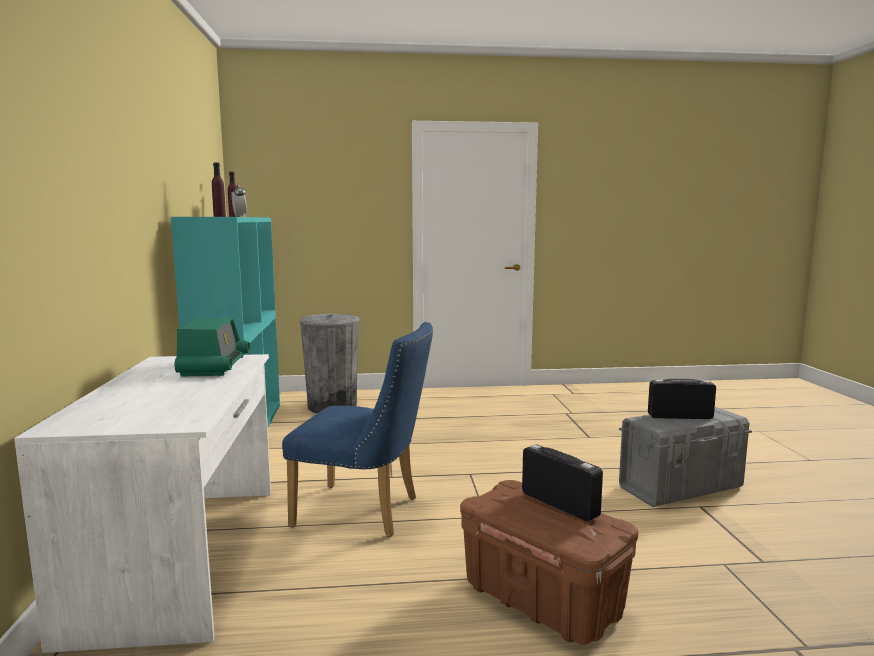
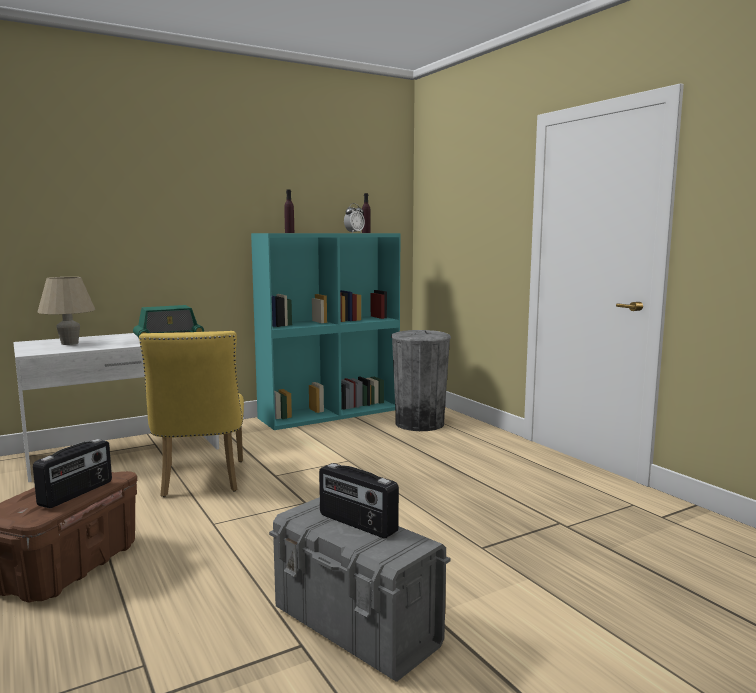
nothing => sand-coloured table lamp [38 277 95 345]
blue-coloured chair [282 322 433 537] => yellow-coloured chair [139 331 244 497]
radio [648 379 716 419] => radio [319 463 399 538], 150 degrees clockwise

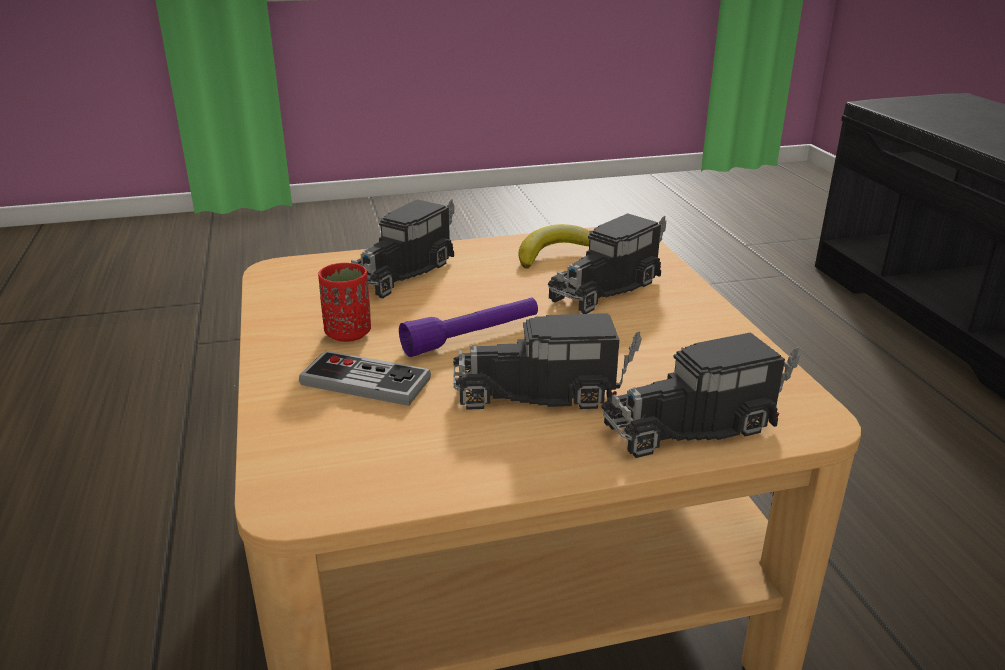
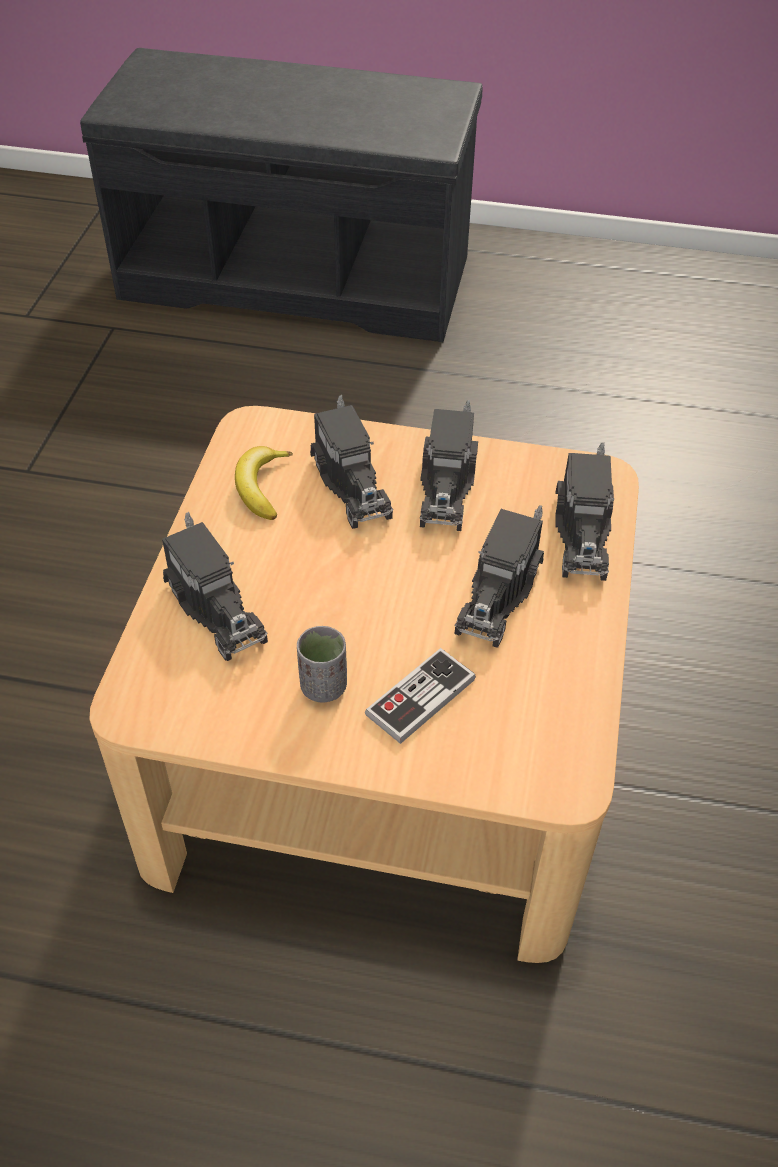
purple-coloured torch [399 298 538 357] => nothing
nothing => toy truck [419 400 478 531]
reddish cup [318 263 371 342] => grey cup [297 626 347 703]

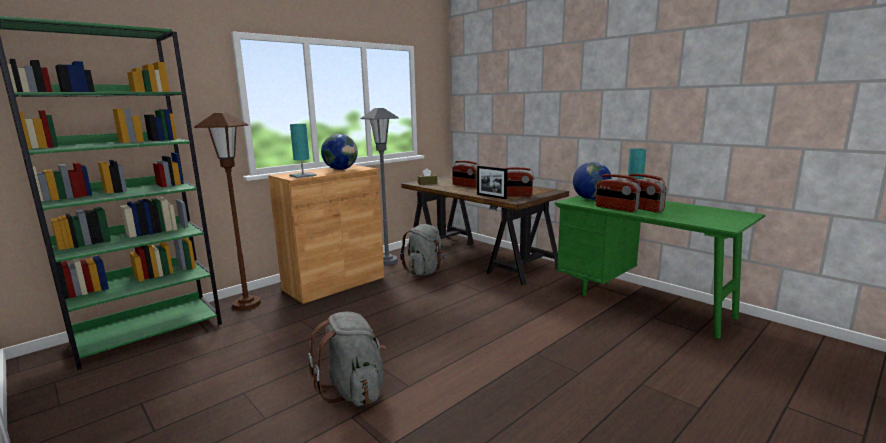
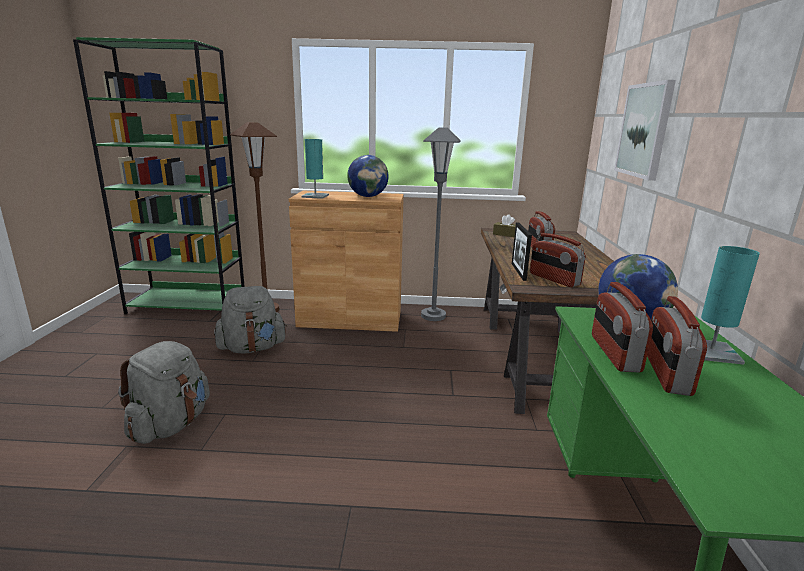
nothing => wall picture [614 80 676 181]
grey knapsack [400 224 444 275] => grey knapsack [214 286 287 353], relocated

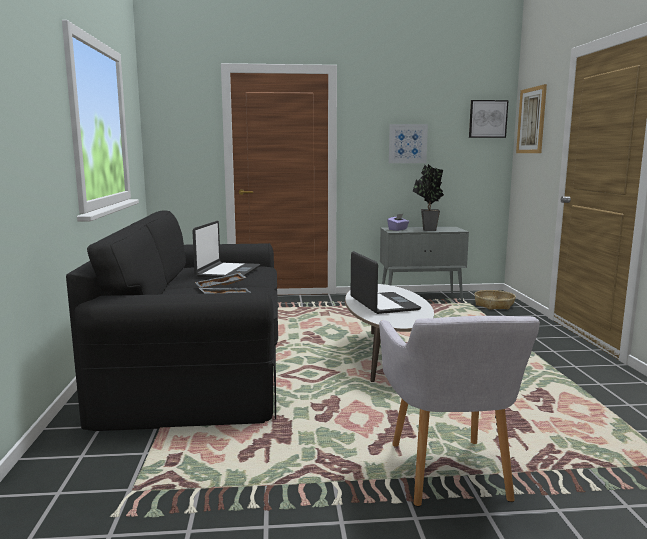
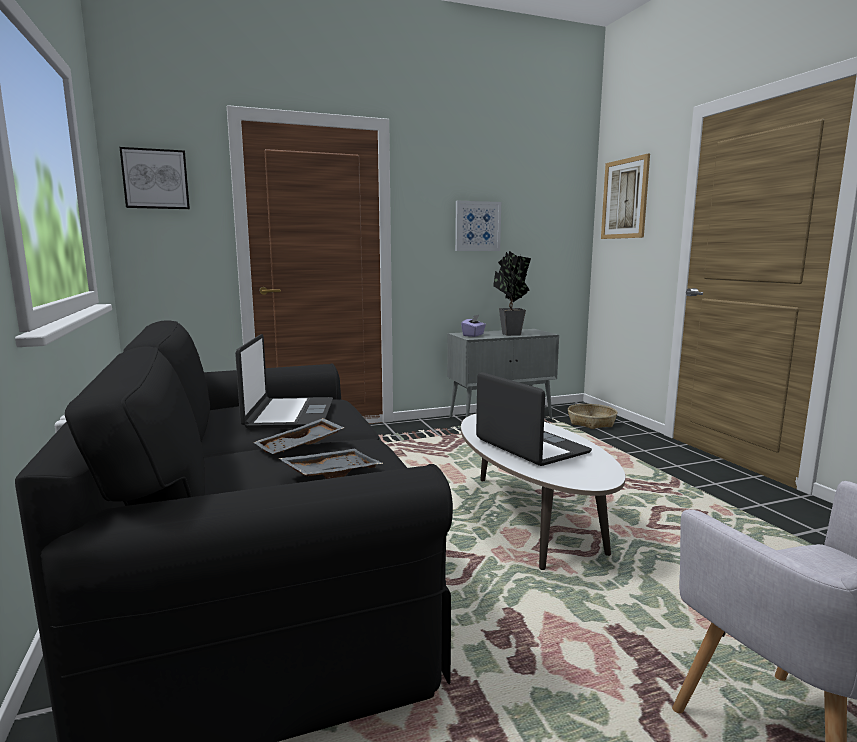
wall picture [469 100 509 138] => wall picture [119 147 190 209], relocated

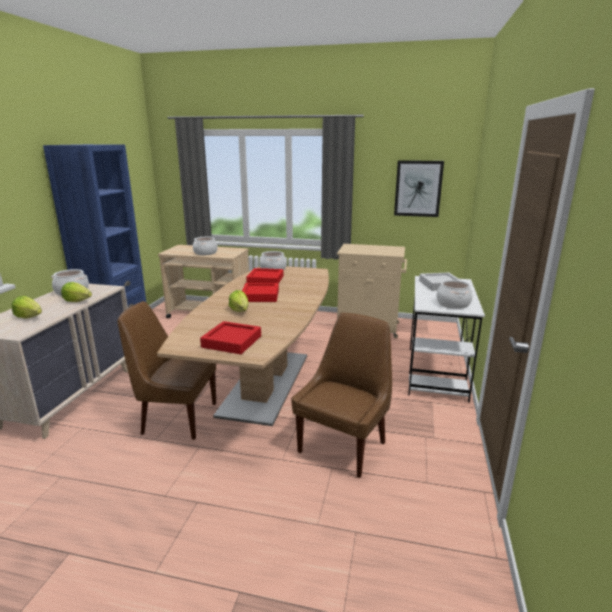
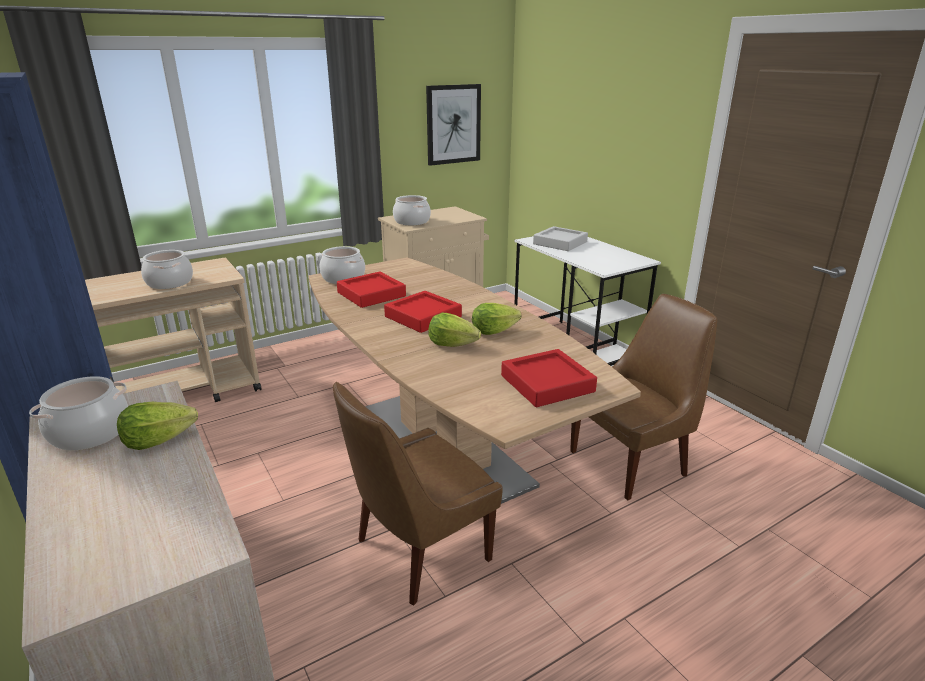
lettuce head [11 296 42 319] => lettuce head [472 303 522 335], relocated
saucepot [436 280 473 309] => saucepot [393 195 431 225], relocated
brown-coloured chair [291 313 392 478] => brown-coloured chair [570 294 717 501], 75 degrees clockwise

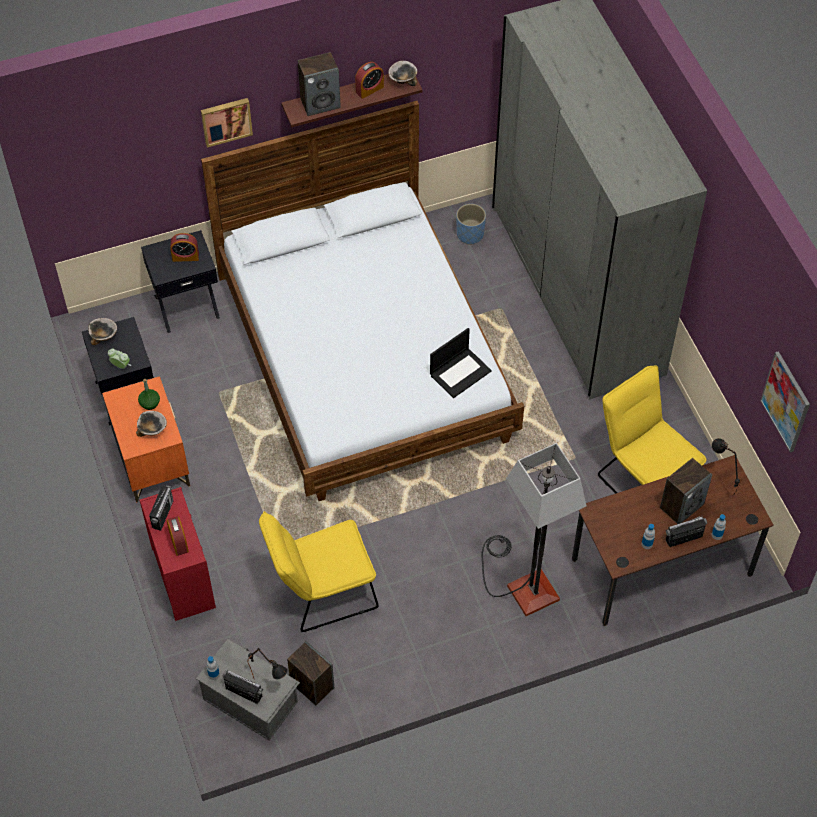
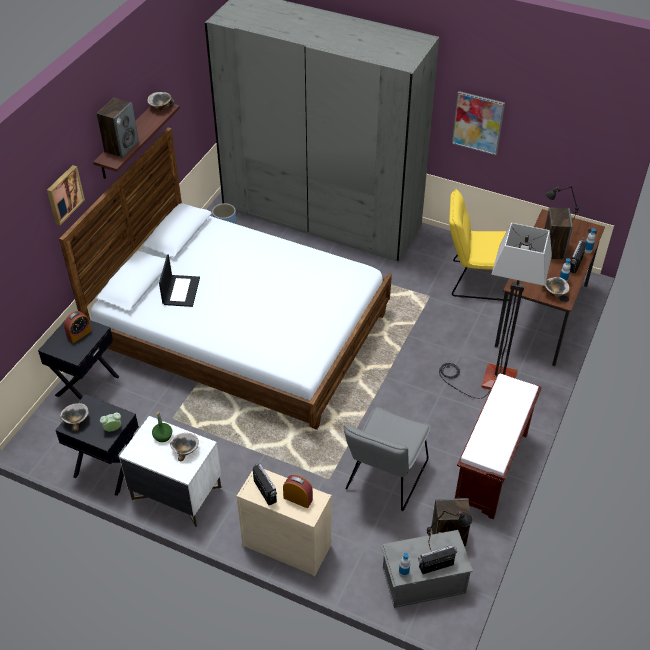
bedside clock [355 62 384 99] => nothing
nothing => brown-coloured long seat [454 374 541 519]
nothing => deep dish [542 277 569 297]
notebook computer [430 328 492 398] => notebook computer [159 254 200 307], relocated
wall picture [760 351 810 452] => wall picture [452 91 505 155], relocated
orange-coloured night table [102 376 190 503] => whitish night table [119 416 221 527]
reddish dresser [140 487 216 621] => sand-coloured dresser [237 469 332 577]
yellow-coloured chair [259 511 379 632] => grey chair [344 406 431 511]

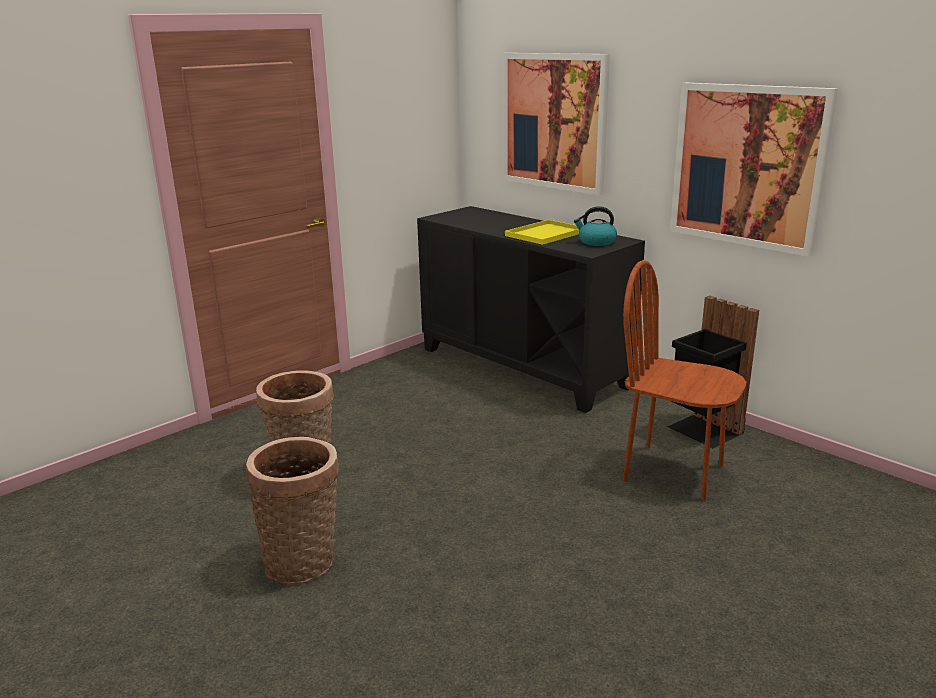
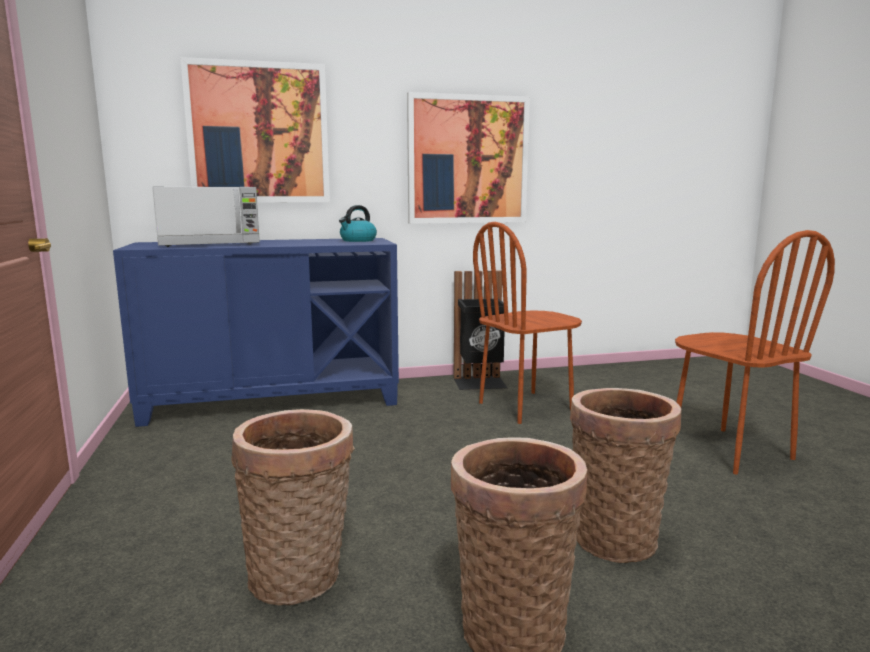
yellow-coloured carrying tray [505 220 579 245] => nothing
nothing => microwave [152 187 260 247]
nothing => household basket [570 388 681 563]
nothing => brown-coloured chair [675 230 835 474]
black storage cabinet [417 206 645 413] => blue-coloured storage cabinet [113 238 399 427]

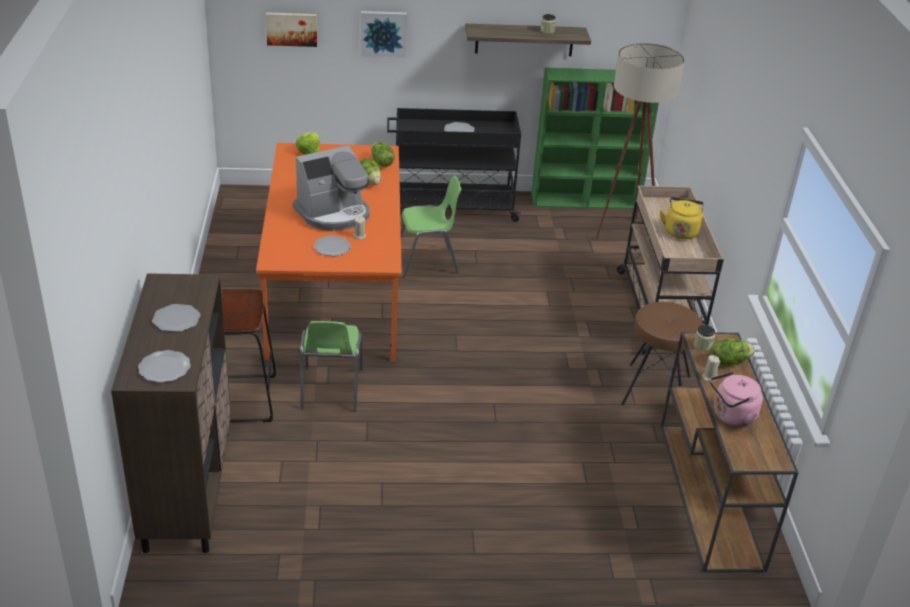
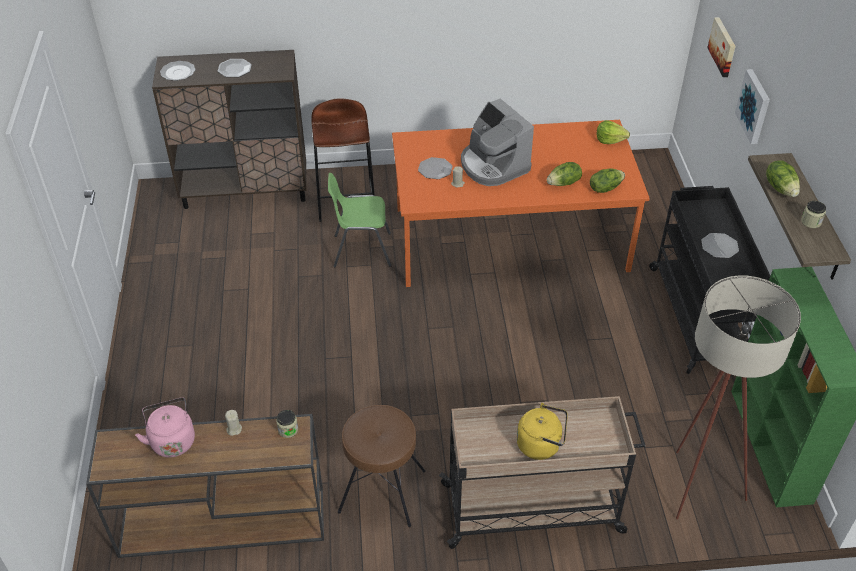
greenish chair [401 176 461 278] => nothing
lettuce head [710 338 755 366] => lettuce head [766 160 800 197], relocated

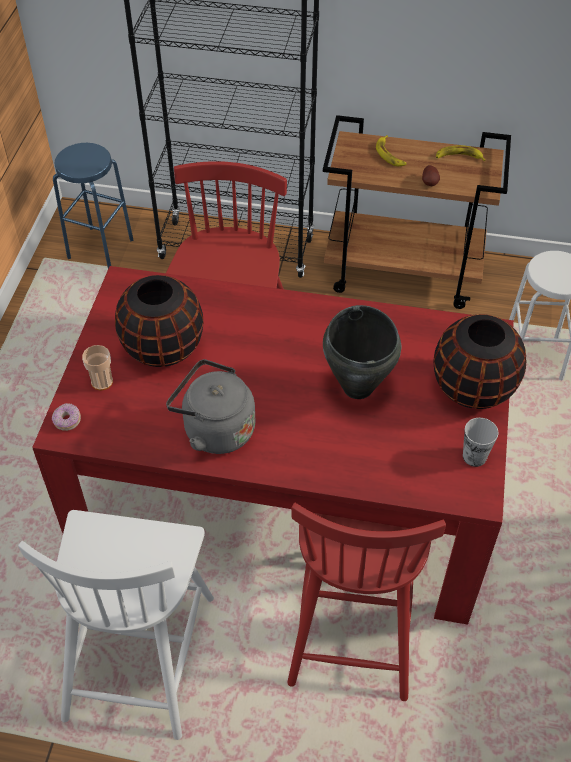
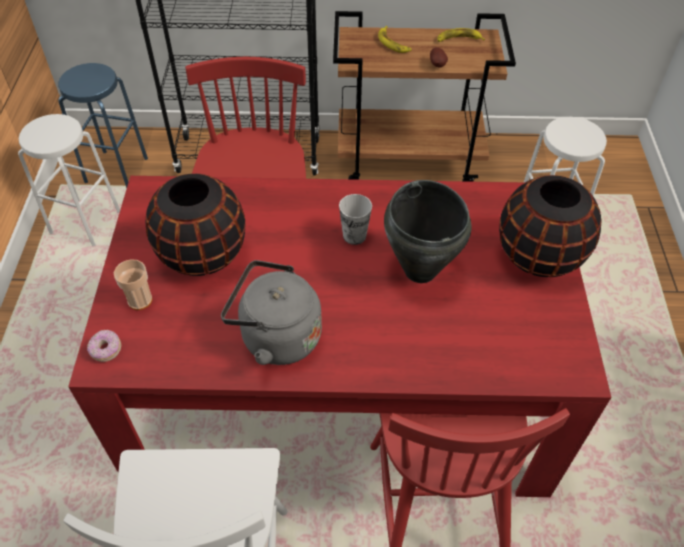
nothing => whitish stool seat [18 114 120 247]
cup [463 418 498 467] => cup [339 194 372 245], relocated

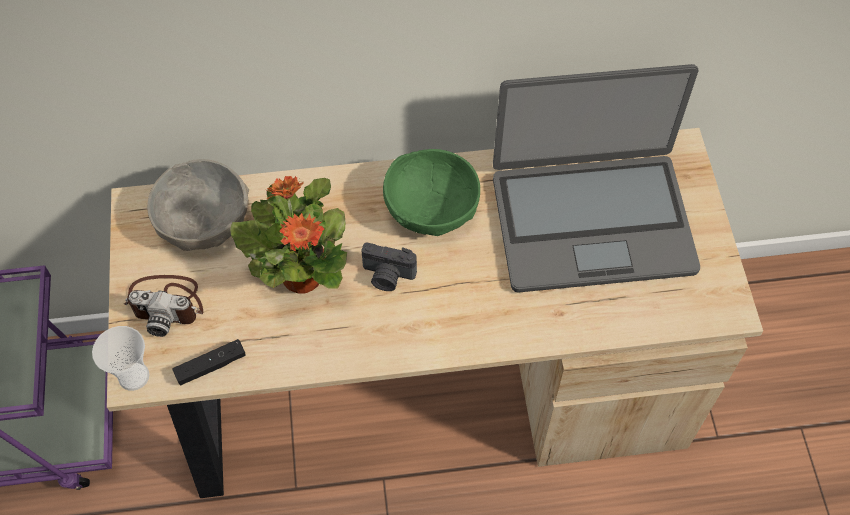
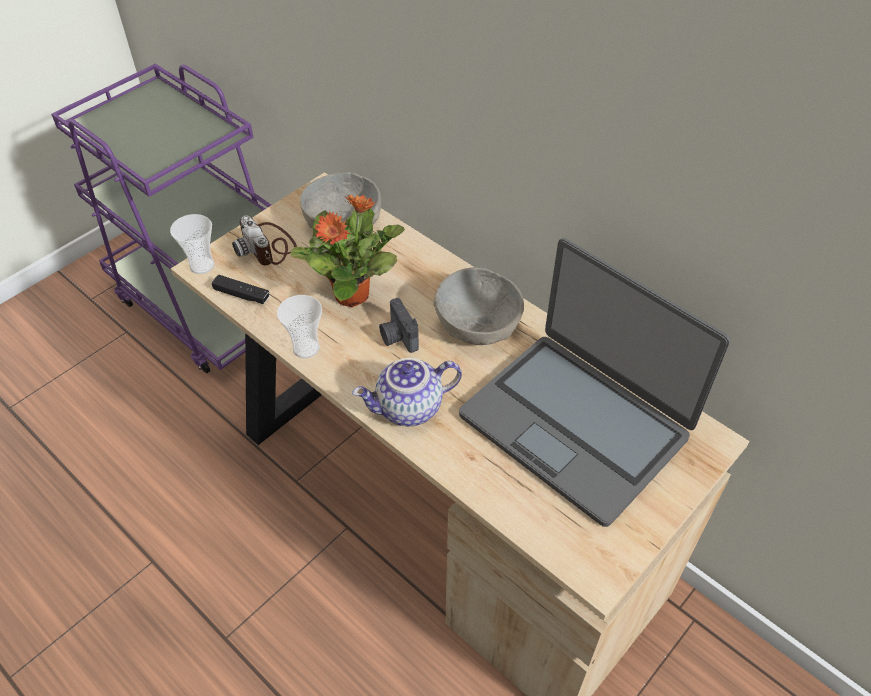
nothing => cup [277 295 322 359]
nothing => pot for tea [352 358 462 426]
greenish deep dish [383 149 480 236] => grey deep dish [433 267 524 345]

